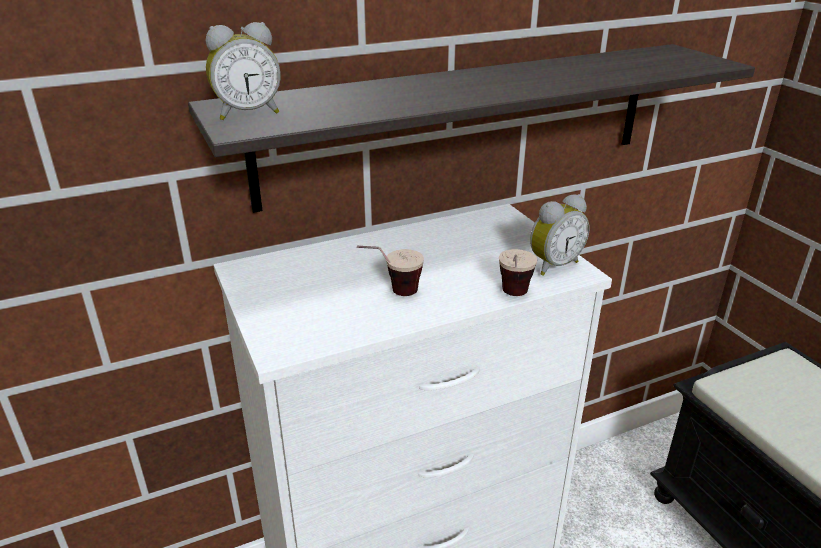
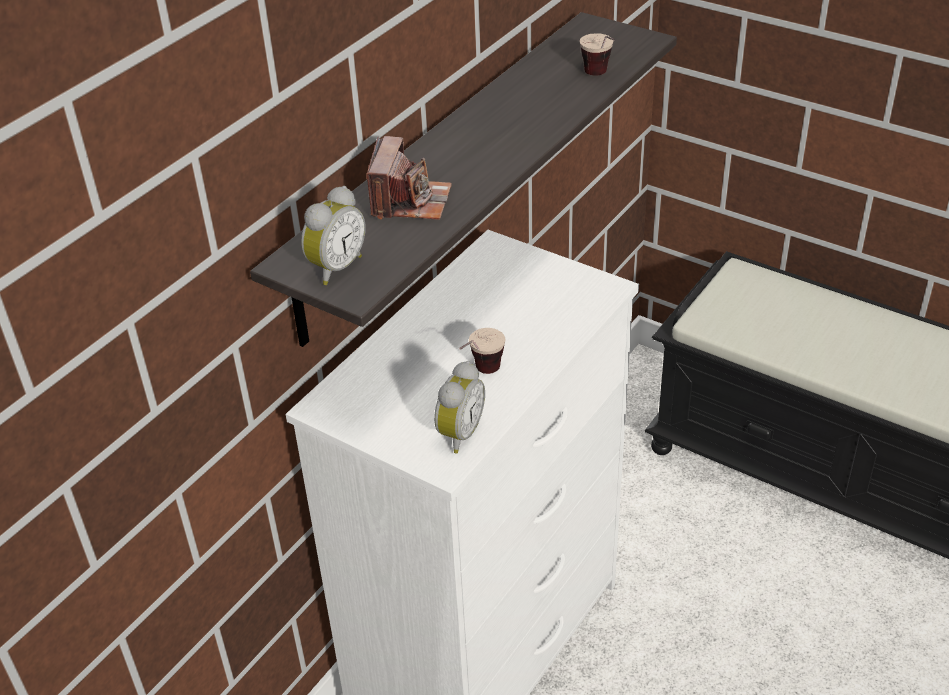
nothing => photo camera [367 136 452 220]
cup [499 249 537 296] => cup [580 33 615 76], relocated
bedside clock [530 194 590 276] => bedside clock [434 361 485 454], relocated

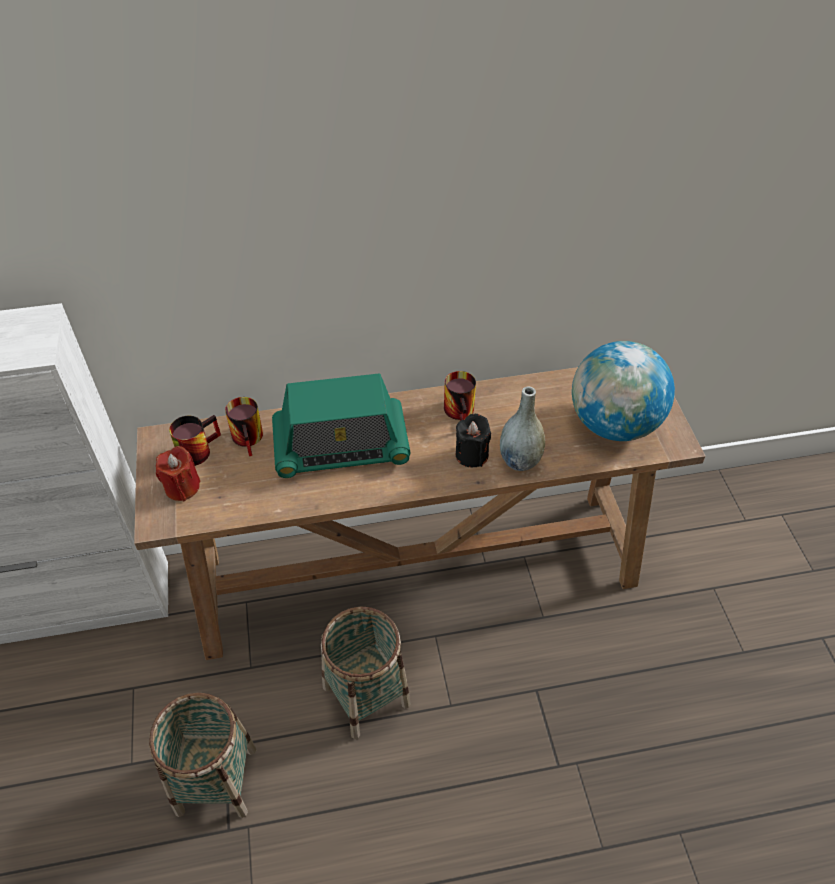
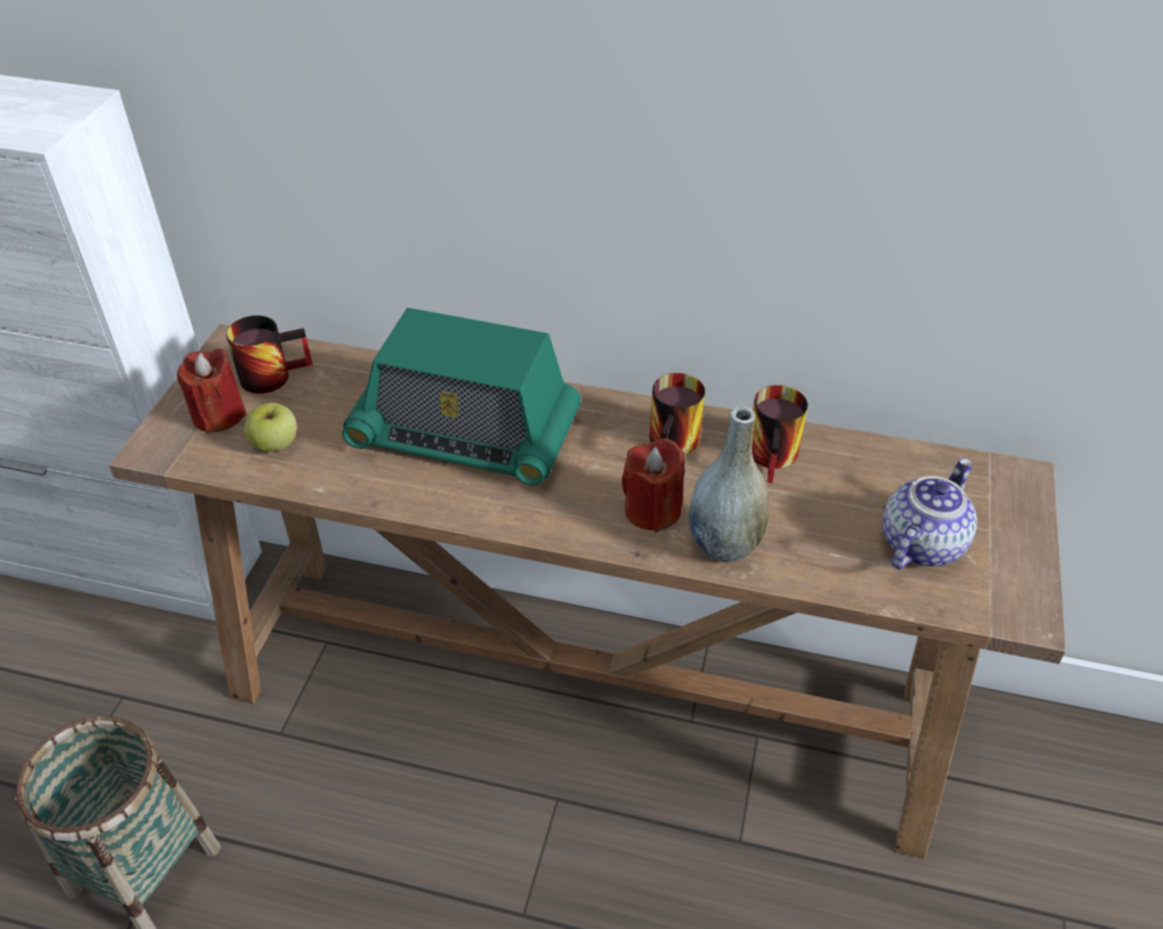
household basket [321 606 411 739] => nothing
nothing => apple [244 403 297 452]
mug [225 397 263 456] => mug [752 385 808 483], relocated
globe [572 341 675 441] => pot for tea [882 458 977 570]
black wax candle [456 414 491 467] => reddish wax candle [622 438 685 532]

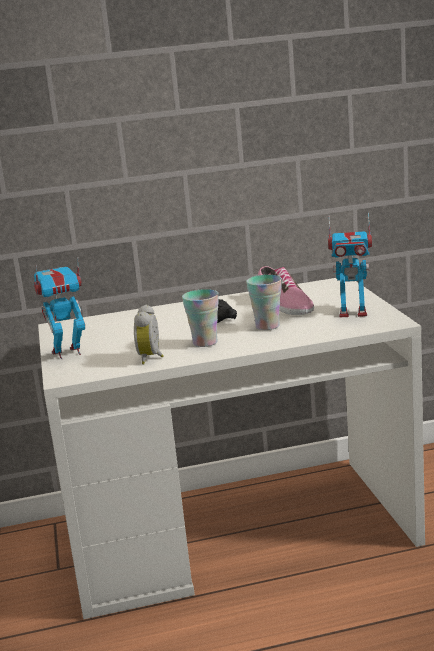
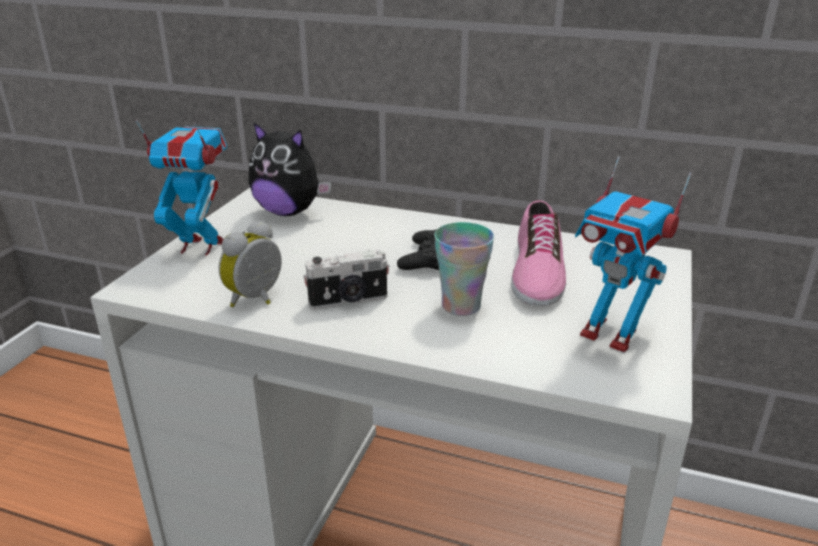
nothing => soft toy [248 123 331 216]
cup [182 289 219 347] => photo camera [303 249 390 309]

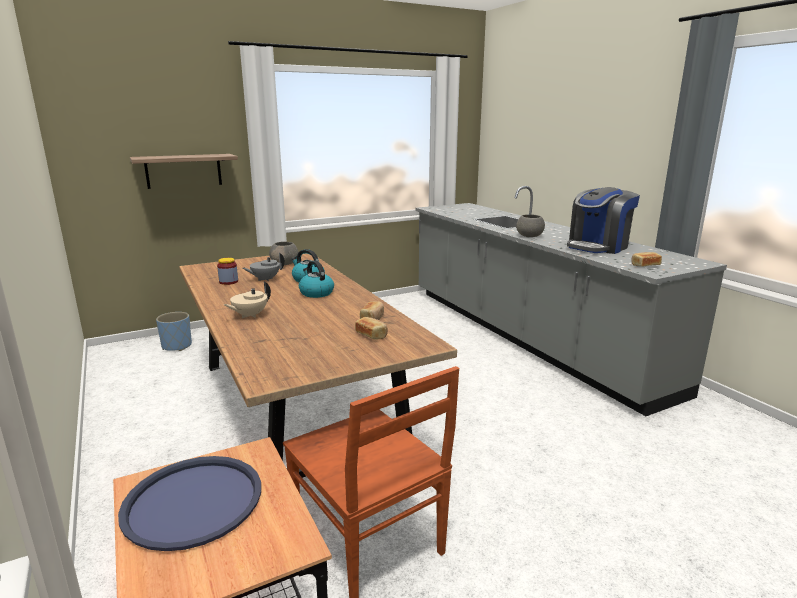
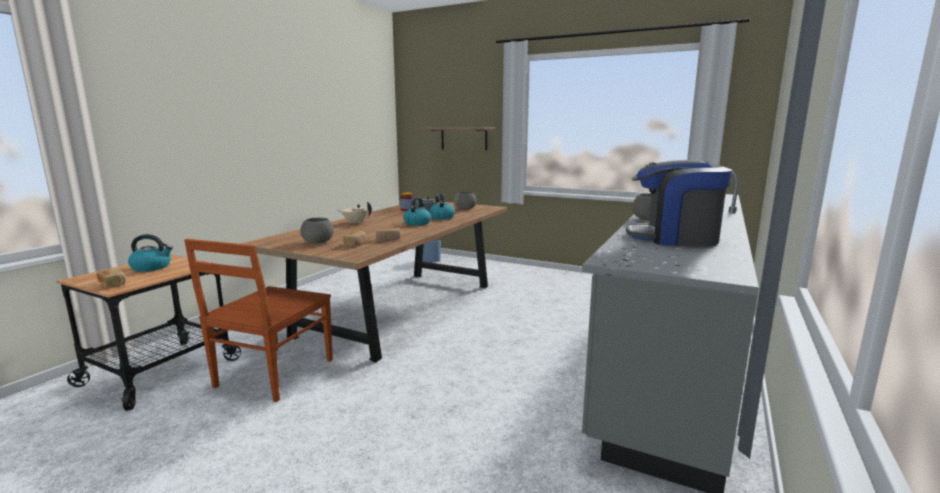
nothing => grey deep dish [300 218 334 244]
bread [632 252 662 267] => bread [97 268 126 287], relocated
blue-coloured carrying tray [118 456 261 551] => kettle [128 234 173 272]

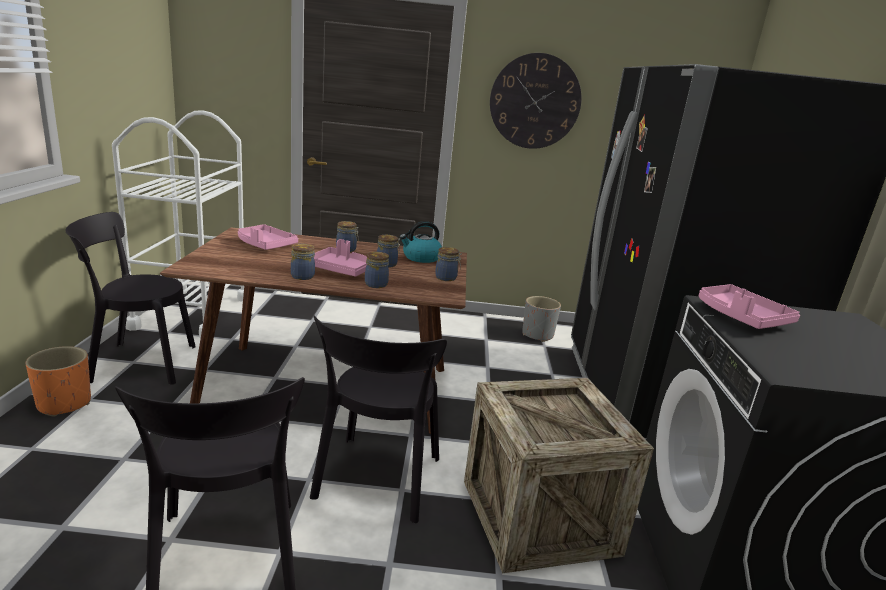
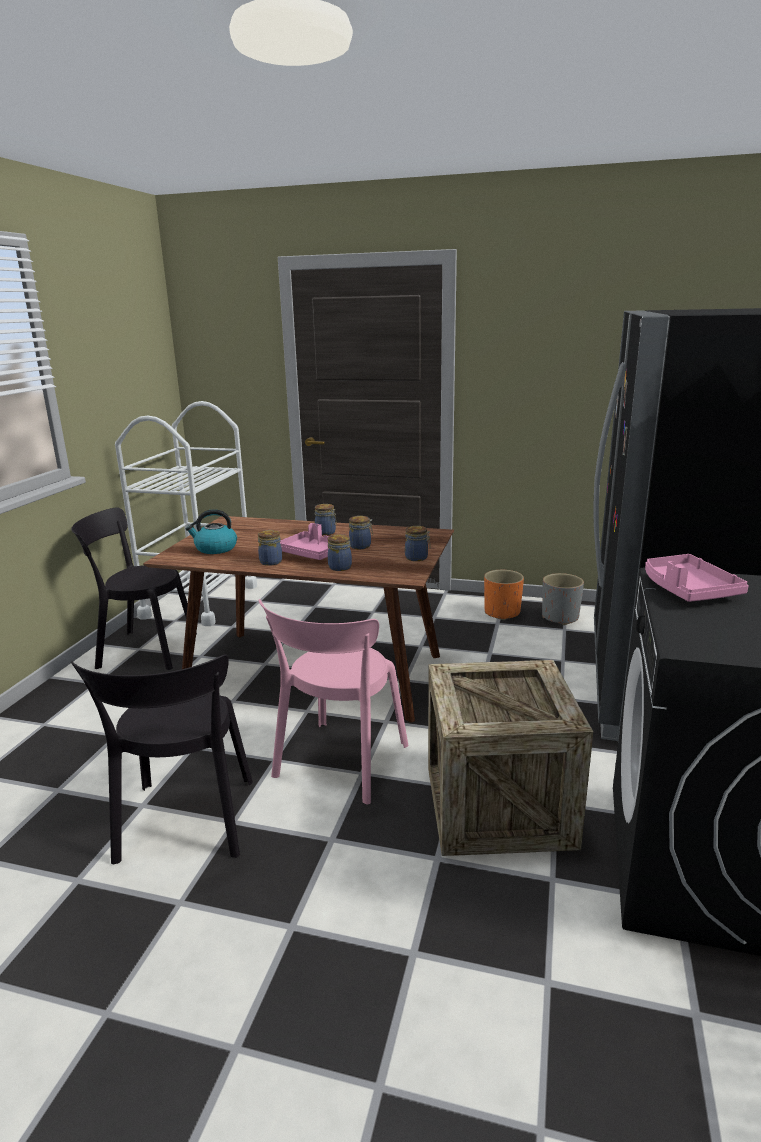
pink carrying tray [238 224 298 250] => nothing
wall clock [490 53 582 149] => nothing
orange-coloured flower pot [25 346 91 417] => orange-coloured flower pot [484 570 524 620], relocated
kettle [399 221 442 263] => kettle [185 509 237 554], relocated
black chair [310 315 447 523] => pink chair [258 599 408 805]

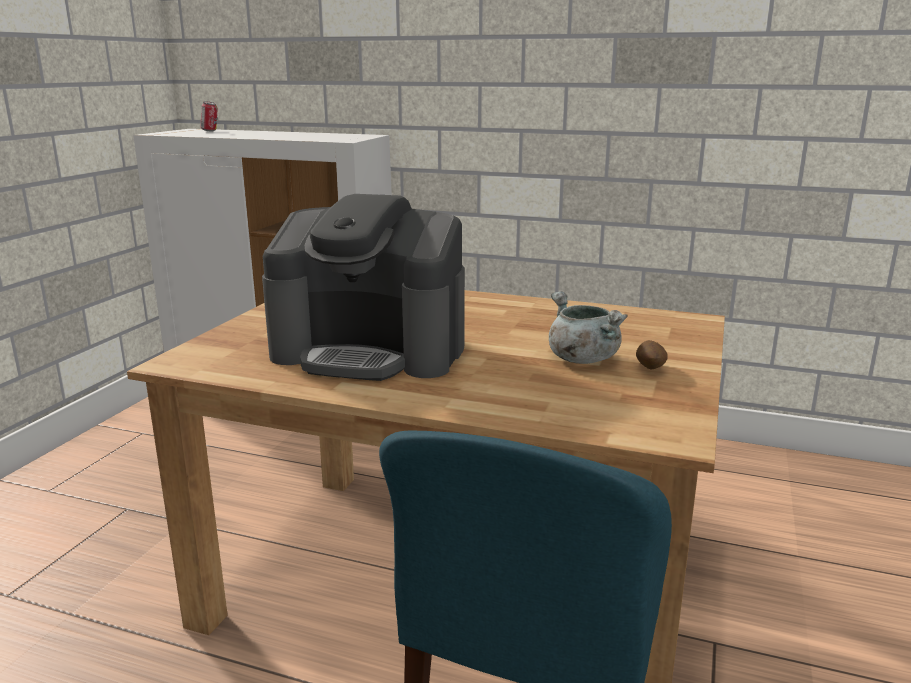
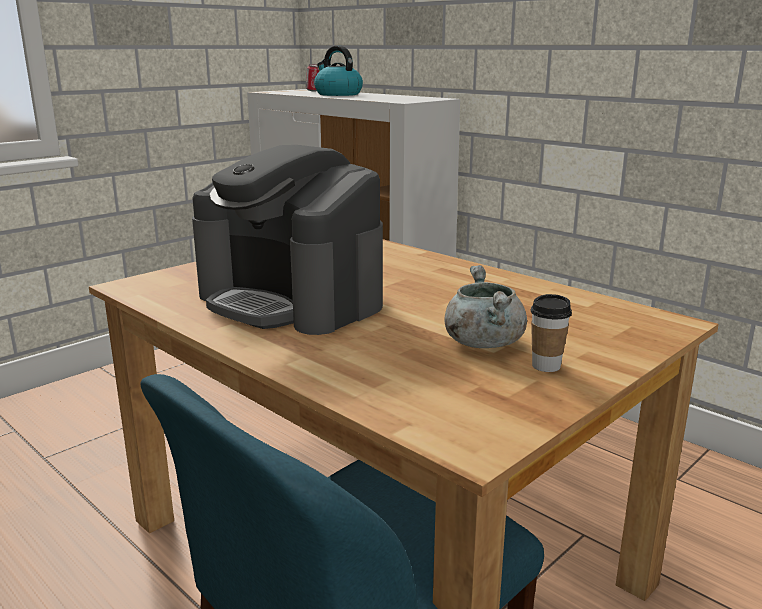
nothing => kettle [314 46 363 96]
whole potato [636 340 668 370] => cup [530 294 572 372]

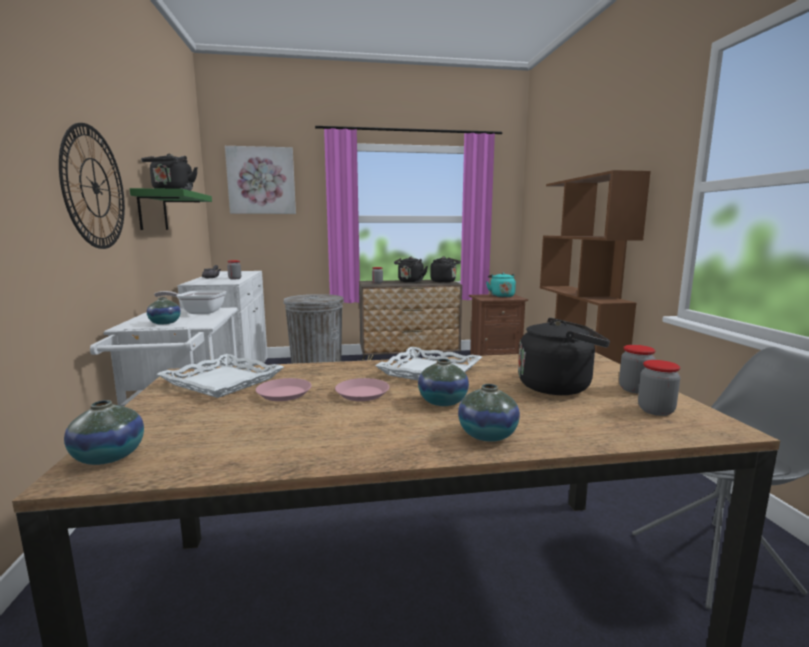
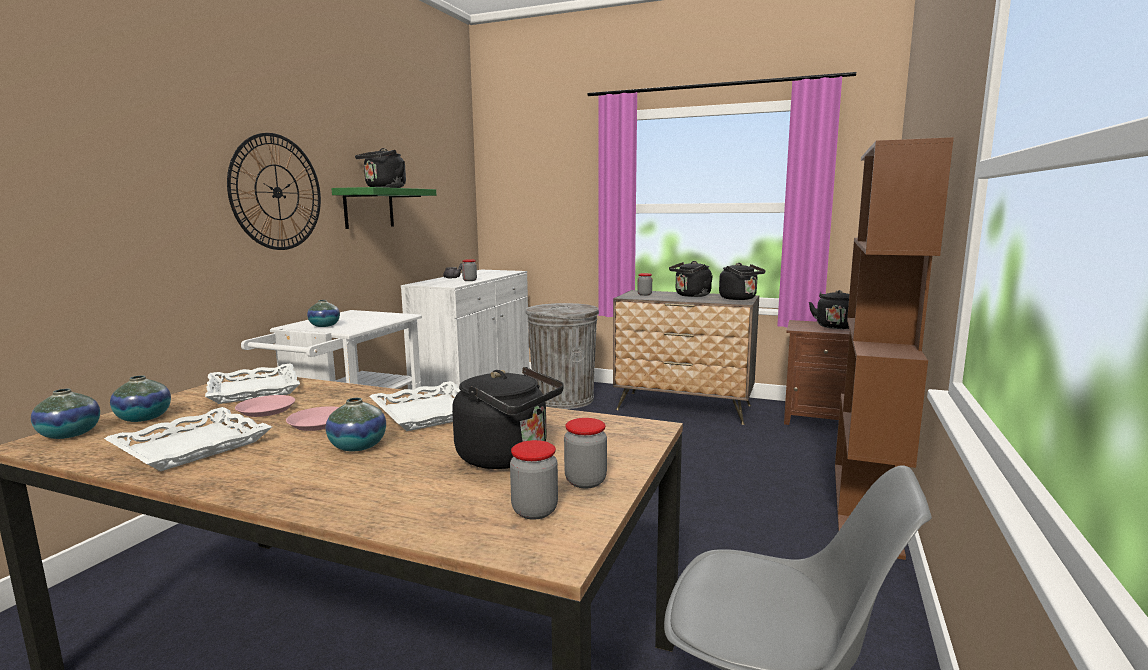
skillet [154 291 227 314] => nothing
wall picture [225 146 296 214] => nothing
nothing => whitish carrying tray [104 407 272 471]
decorative vase [458 384 520 442] => decorative vase [110 375 171 422], relocated
turquoise-coloured kettle [486 272 516 297] => black kettle [809 290 849 329]

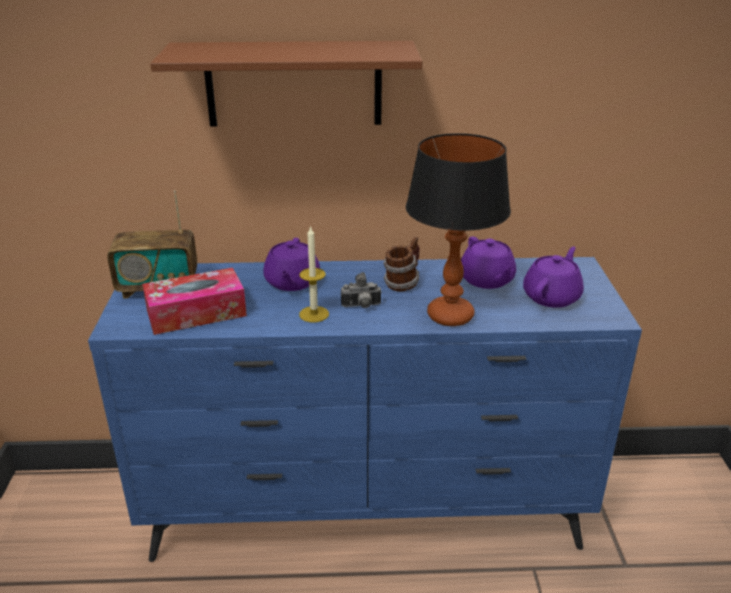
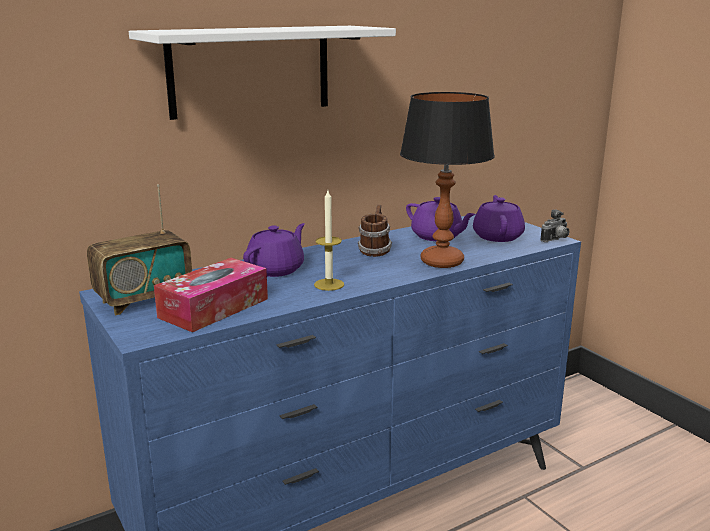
photo camera [341 272 381 308] => photo camera [540 210 569 242], relocated
brown-coloured bracket shelf [150 41 422 127] => whitish bracket shelf [129 26 396 120]
purple-coloured pot for tea [263 238 320 291] => purple-coloured pot for tea [243 223 305 277], 120 degrees counterclockwise

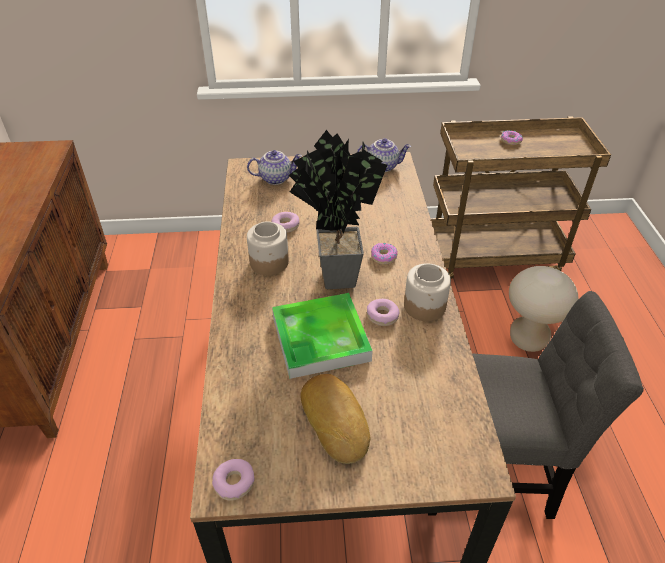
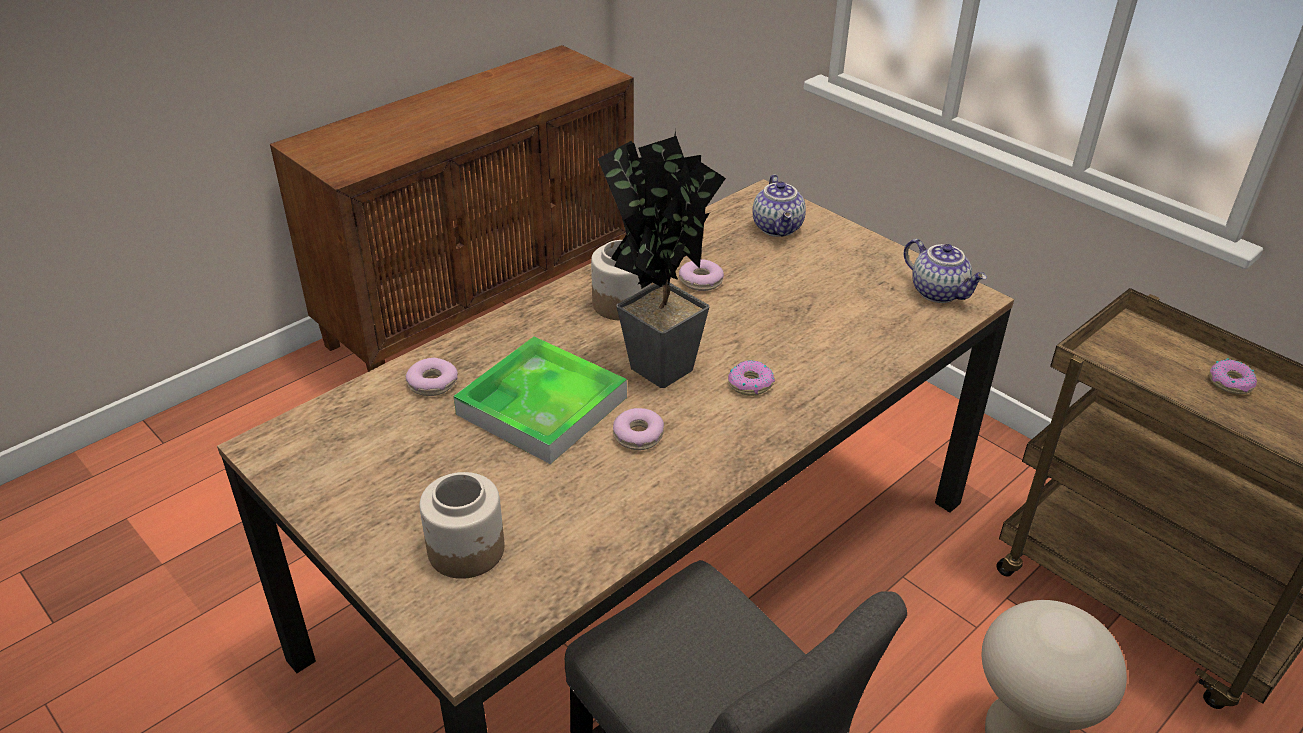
bread [301 374 370 464] => nothing
doughnut [212 459 254 501] => doughnut [406 358 458 396], relocated
storage jar [404 263 451 321] => storage jar [419 472 505 579], relocated
pot for tea [247 150 302 185] => pot for tea [753 174 806 237], 45 degrees clockwise

